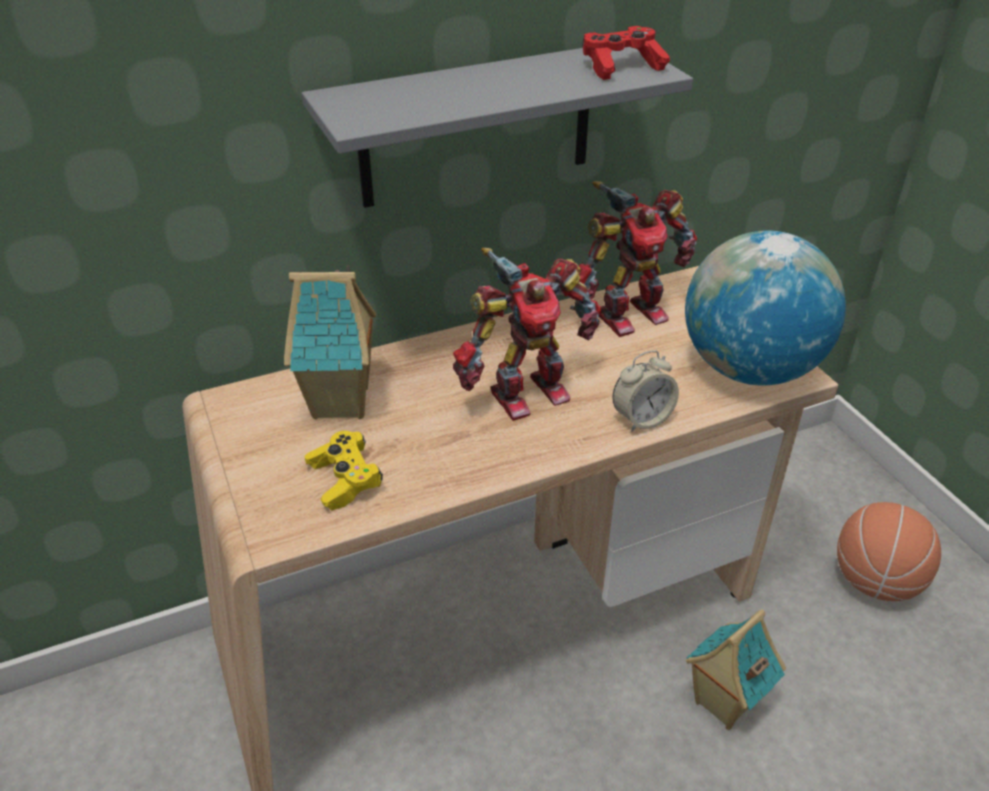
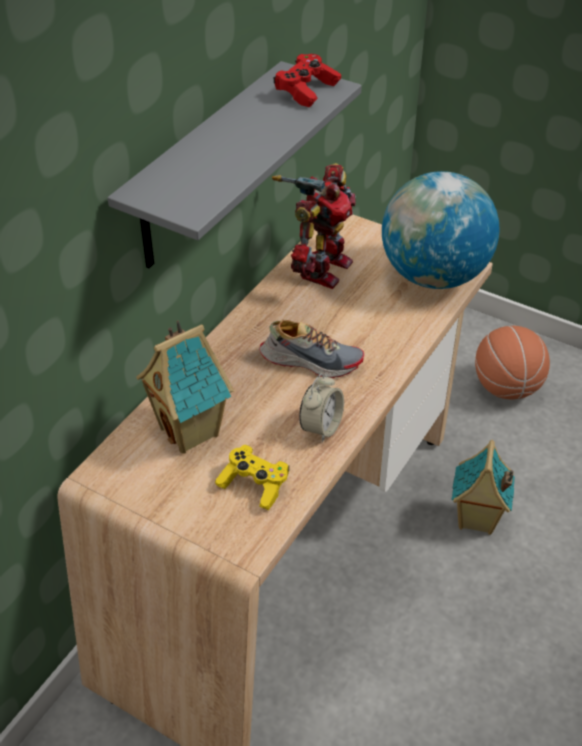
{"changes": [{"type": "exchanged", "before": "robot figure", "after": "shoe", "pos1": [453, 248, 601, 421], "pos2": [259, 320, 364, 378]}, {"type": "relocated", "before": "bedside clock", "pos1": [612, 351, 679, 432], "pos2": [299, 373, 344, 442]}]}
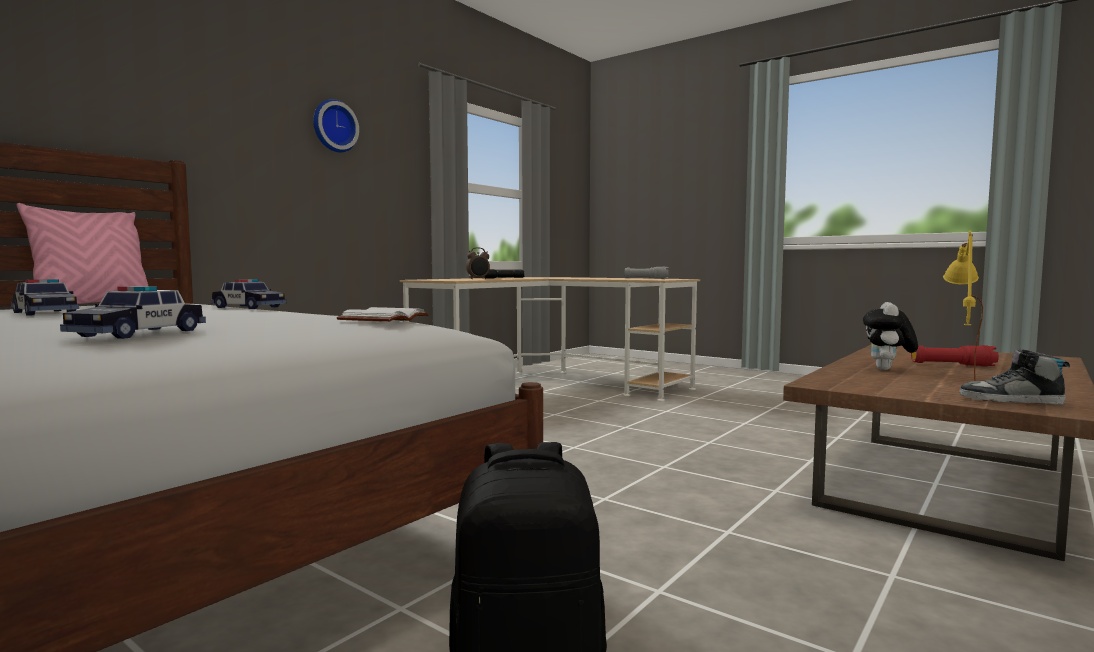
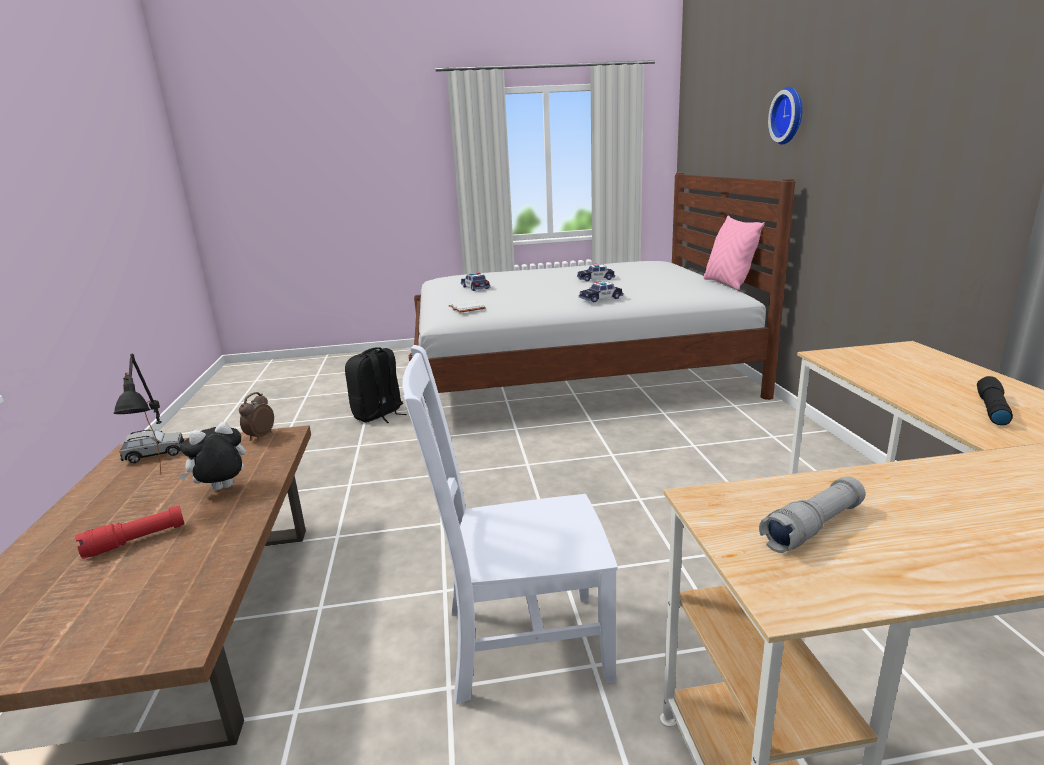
{"changes": [{"type": "relocated", "before": "clock on the wall", "pos1": [313, 99, 359, 152], "pos2": [768, 87, 802, 145]}, {"type": "relocated", "before": "bedside clock", "pos1": [466, 248, 490, 280], "pos2": [239, 392, 274, 441]}, {"type": "spun", "before": "plush toy", "pos1": [863, 302, 918, 370], "pos2": [178, 422, 246, 490], "turn": -105}, {"type": "colour", "before": "lamp for a table (yellow-coloured)", "after": "lamp for a table (black)", "pos1": [943, 230, 983, 381], "pos2": [114, 354, 162, 475]}, {"type": "exchanged", "before": "shoe", "after": "miniature car (gray)", "pos1": [960, 348, 1070, 405], "pos2": [120, 429, 184, 463]}, {"type": "appeared", "after": "plain chair (white)", "pos2": [402, 345, 618, 705]}]}
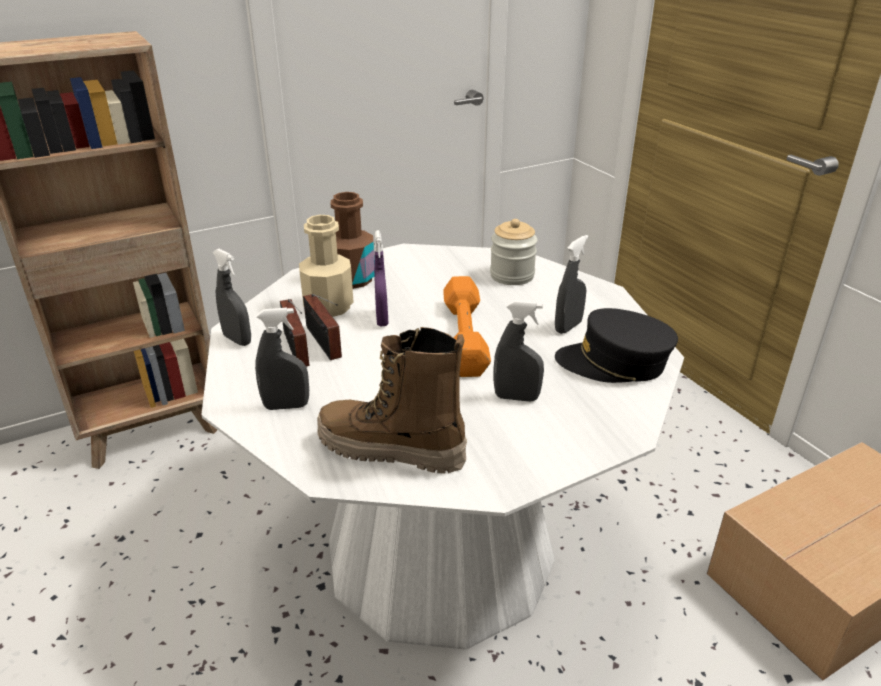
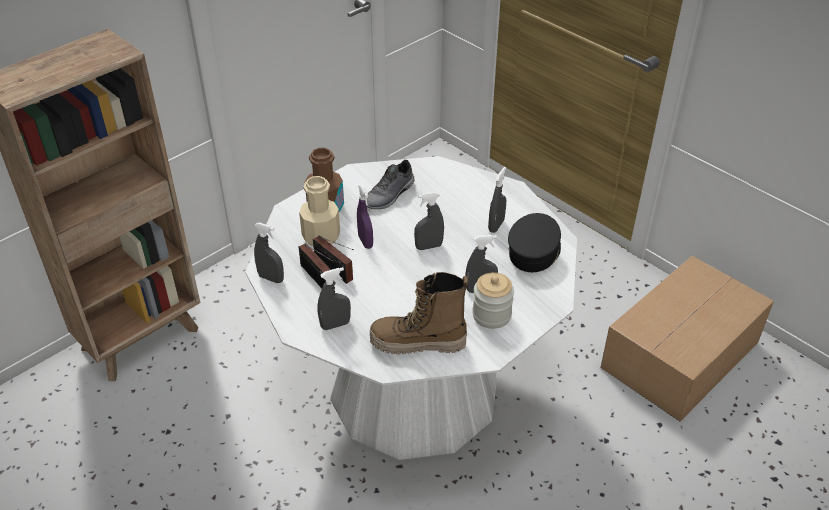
{"changes": [{"type": "exchanged", "before": "free weight (orangey)", "after": "hand sprayer (gray)", "pos1": [443, 276, 491, 377], "pos2": [414, 192, 444, 250]}, {"type": "relocated", "before": "preserve jar", "pos1": [490, 219, 538, 285], "pos2": [472, 272, 514, 329]}, {"type": "spun", "before": "baseball cap (black)", "pos1": [555, 308, 678, 383], "pos2": [508, 213, 561, 272], "turn": 120}, {"type": "appeared", "after": "shoe (gray)", "pos2": [367, 160, 414, 209]}]}
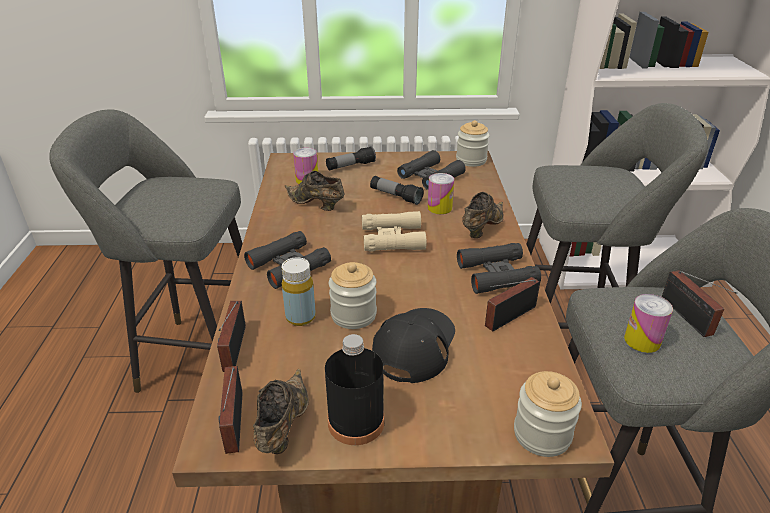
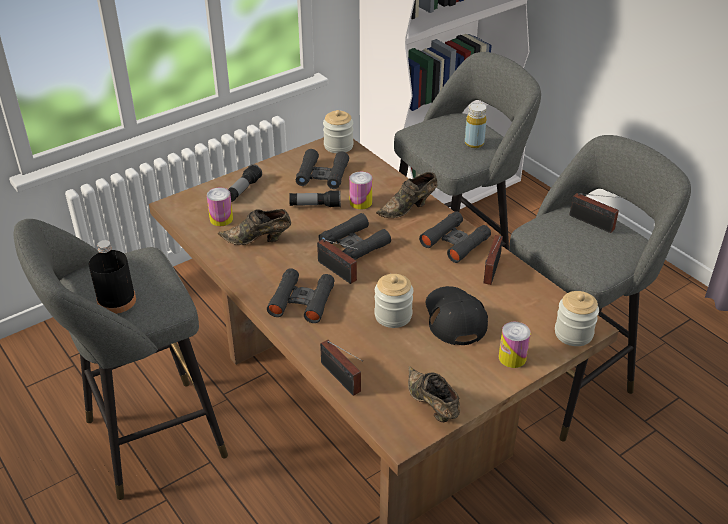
{"changes": [{"type": "relocated", "before": "radio receiver", "pos1": [219, 366, 242, 454], "pos2": [317, 239, 360, 284]}, {"type": "relocated", "before": "drink bottle (yellow-coloured)", "pos1": [282, 257, 316, 326], "pos2": [465, 103, 486, 148]}, {"type": "relocated", "before": "drink bottle (black)", "pos1": [325, 334, 385, 445], "pos2": [89, 240, 136, 314]}, {"type": "colour", "before": "pair of binoculars (beige)", "after": "pair of binoculars (black)", "pos1": [362, 211, 426, 252], "pos2": [318, 213, 391, 260]}, {"type": "spun", "before": "shoe (brown)", "pos1": [462, 192, 504, 238], "pos2": [376, 172, 437, 218], "turn": -120}, {"type": "relocated", "before": "sealed can", "pos1": [624, 294, 673, 353], "pos2": [499, 322, 531, 368]}]}
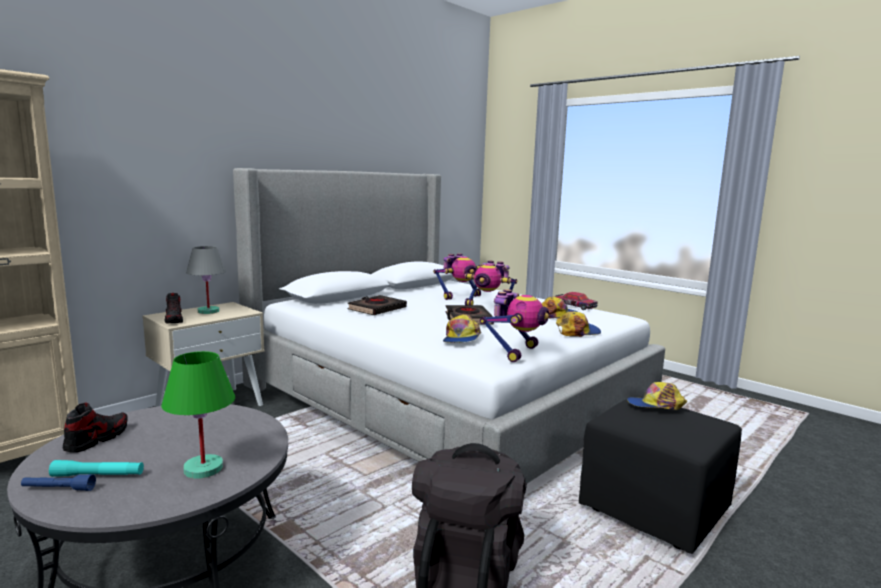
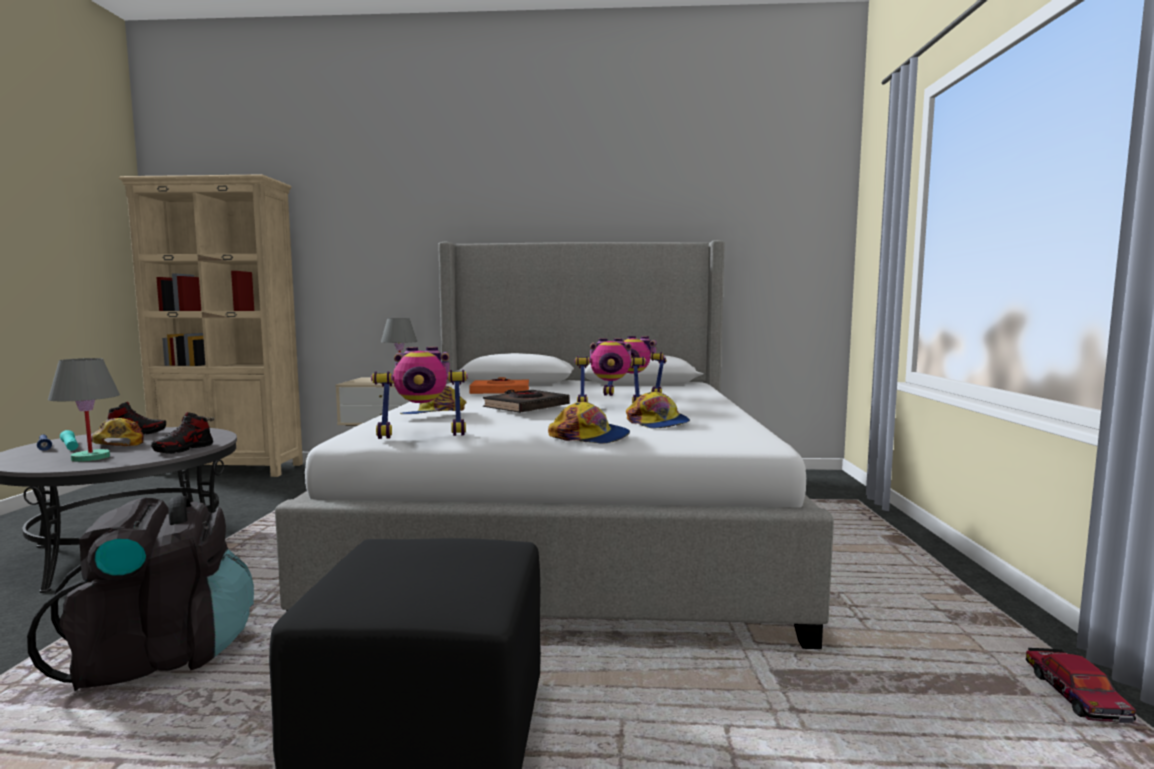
{"changes": [{"type": "colour", "before": "lamp for a table (greenish)", "after": "lamp for a table (gray)", "pos1": [161, 351, 235, 479], "pos2": [48, 358, 120, 462]}, {"type": "relocated", "before": "shoe", "pos1": [164, 293, 183, 324], "pos2": [151, 412, 213, 454]}, {"type": "colour", "before": "book (black)", "after": "book (orangey)", "pos1": [347, 295, 407, 315], "pos2": [469, 377, 529, 394]}, {"type": "spun", "before": "robot figure", "pos1": [465, 261, 517, 305], "pos2": [575, 338, 646, 403], "turn": -75}, {"type": "relocated", "before": "miniature car", "pos1": [555, 292, 598, 310], "pos2": [1026, 648, 1136, 723]}, {"type": "relocated", "before": "baseball cap", "pos1": [627, 382, 687, 410], "pos2": [91, 418, 144, 446]}]}
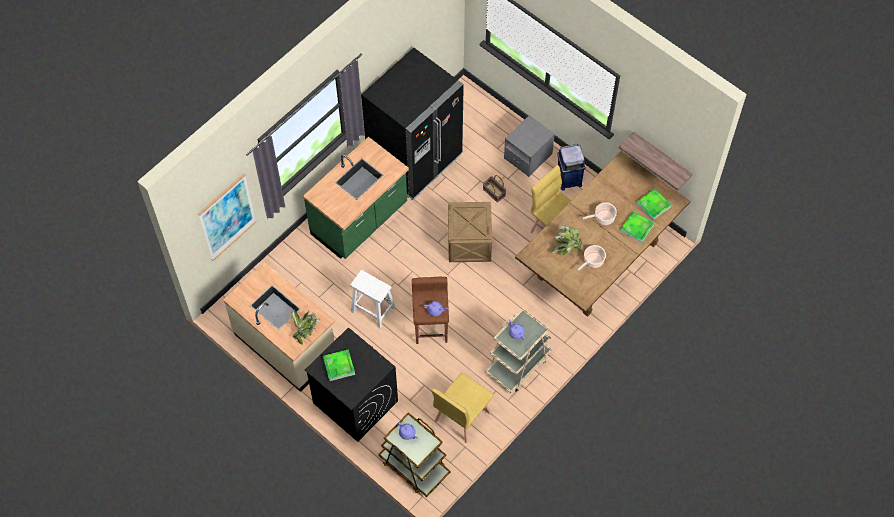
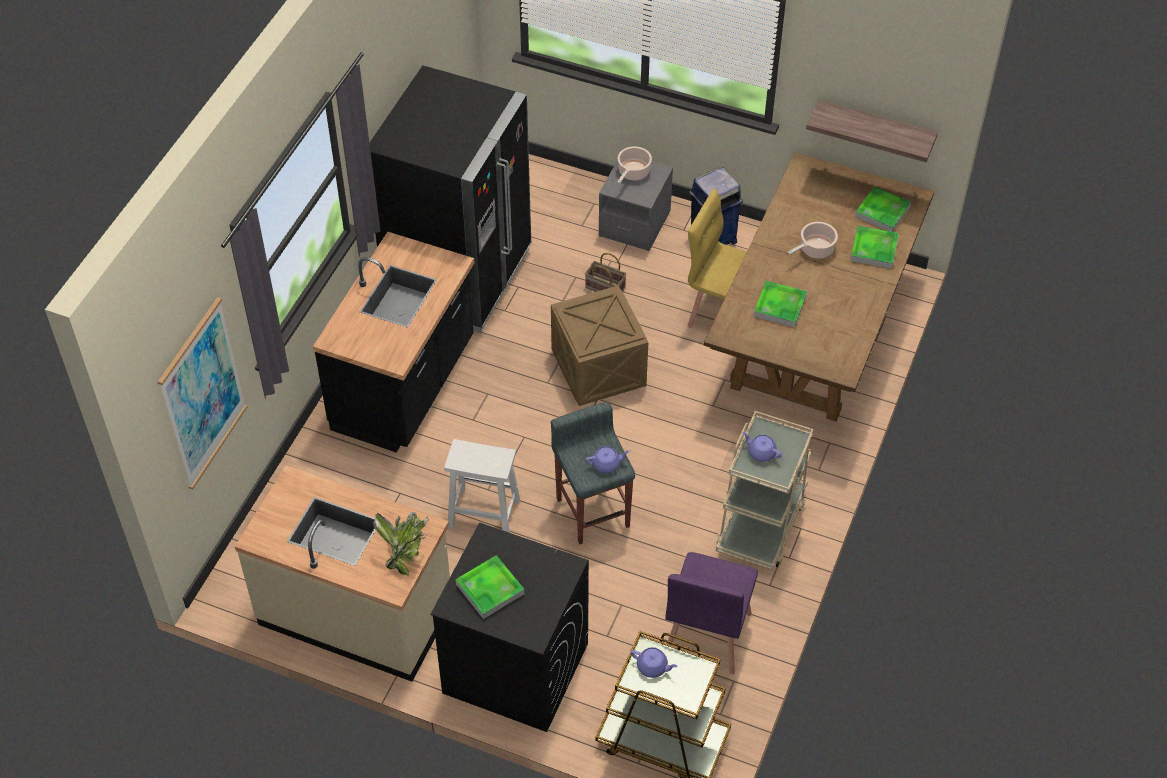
{"changes": [{"type": "colour", "before": "kitchen base unit (greenish)", "after": "kitchen base unit (black)", "pos1": [303, 137, 409, 259], "pos2": [313, 232, 474, 453]}, {"type": "colour", "before": "stool (brown)", "after": "stool (gray)", "pos1": [412, 277, 449, 344], "pos2": [551, 402, 635, 544]}, {"type": "colour", "before": "plain chair (yellow-coloured)", "after": "plain chair (purple-coloured)", "pos1": [432, 373, 494, 443], "pos2": [666, 552, 758, 674]}, {"type": "exchanged", "before": "potted plant", "after": "serving tray", "pos1": [551, 226, 582, 256], "pos2": [754, 281, 807, 327]}, {"type": "relocated", "before": "stockpot", "pos1": [577, 245, 606, 271], "pos2": [617, 146, 652, 183]}]}
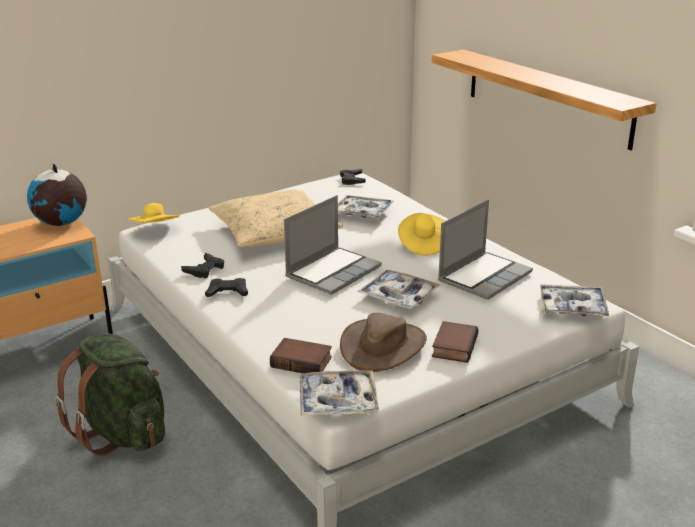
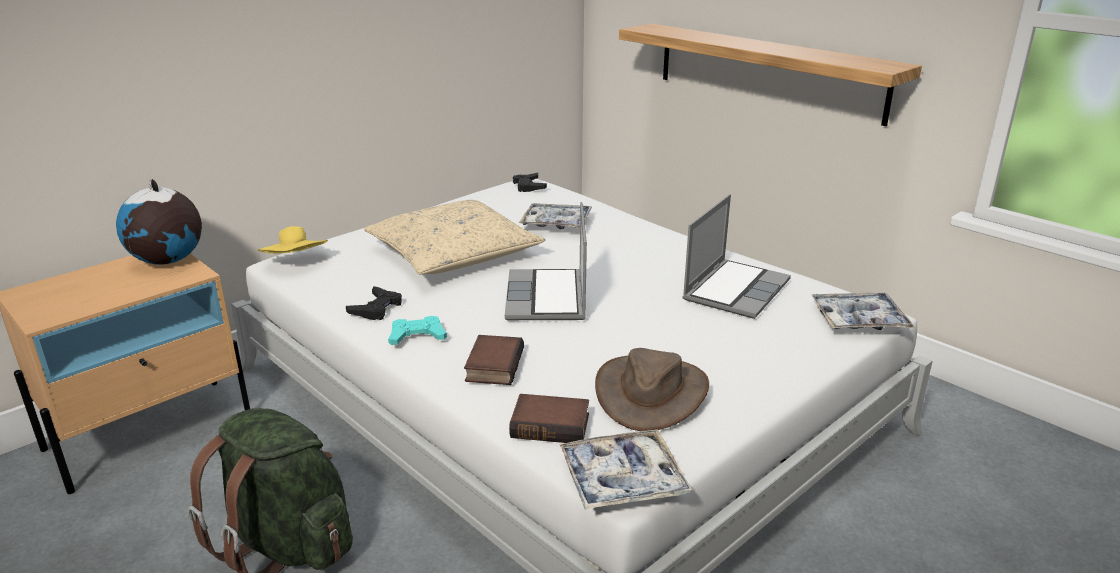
{"changes": [{"type": "colour", "before": "joypad (black)", "after": "joypad (blue-green)", "pos1": [205, 278, 248, 297], "pos2": [388, 316, 447, 345]}, {"type": "spun", "before": "portable computer", "pos1": [284, 195, 382, 295], "pos2": [505, 202, 587, 320], "turn": 150}, {"type": "missing", "before": "serving tray", "pos1": [358, 270, 440, 309]}, {"type": "missing", "before": "clothing hat (yellow-coloured)", "pos1": [398, 213, 445, 256]}, {"type": "relocated", "before": "book", "pos1": [432, 321, 478, 363], "pos2": [464, 335, 524, 385]}]}
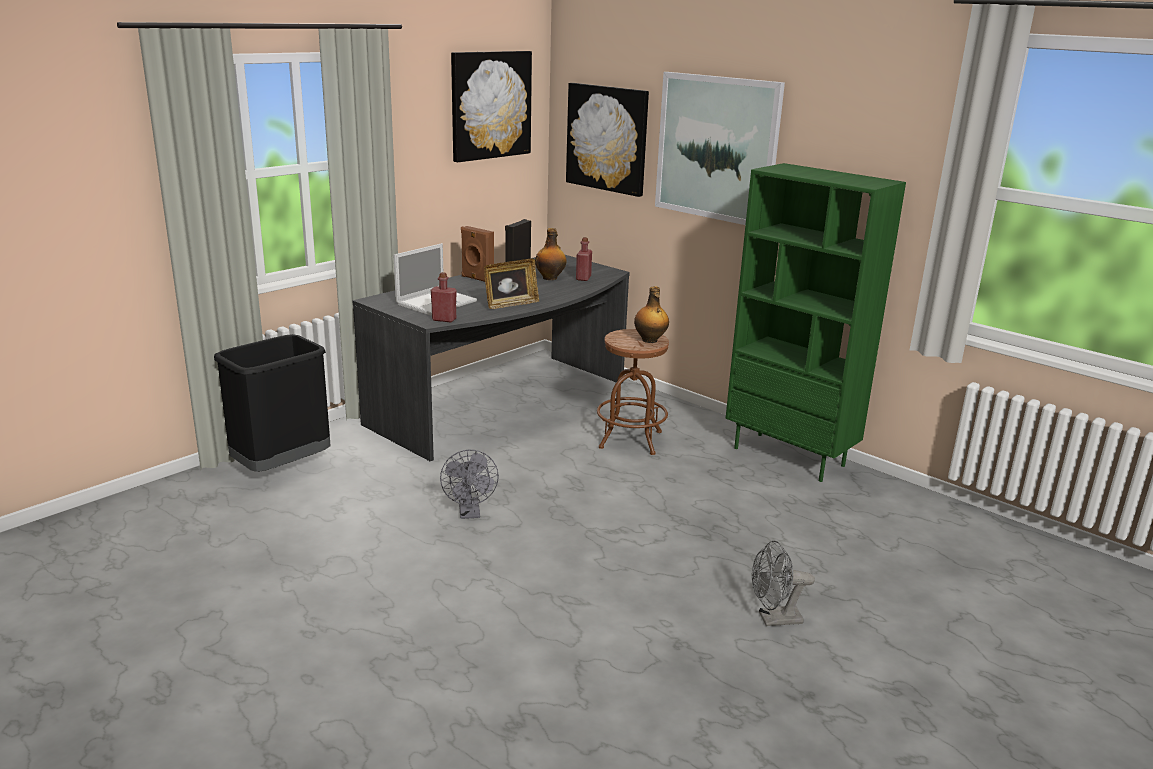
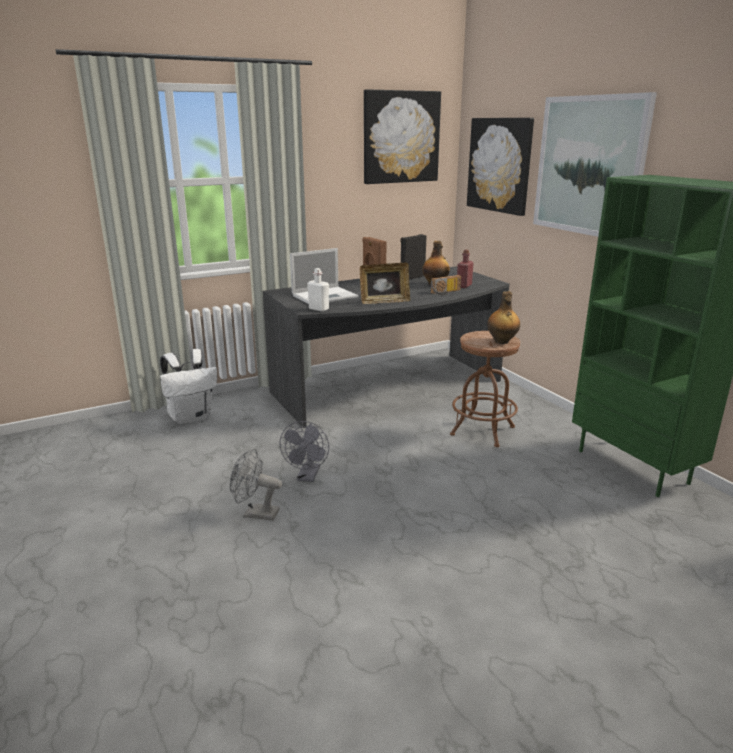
{"changes": [{"type": "exchanged", "before": "rubbish bin (black)", "after": "backpack (white)", "pos1": [214, 334, 331, 472], "pos2": [160, 349, 217, 424]}, {"type": "colour", "before": "drink bottle (red)", "after": "drink bottle (white)", "pos1": [431, 272, 457, 322], "pos2": [307, 268, 329, 312]}, {"type": "relocated", "before": "cooling fan (gray)", "pos1": [752, 540, 815, 626], "pos2": [230, 449, 282, 521]}, {"type": "appeared", "after": "radio receiver", "pos2": [431, 275, 461, 295]}]}
